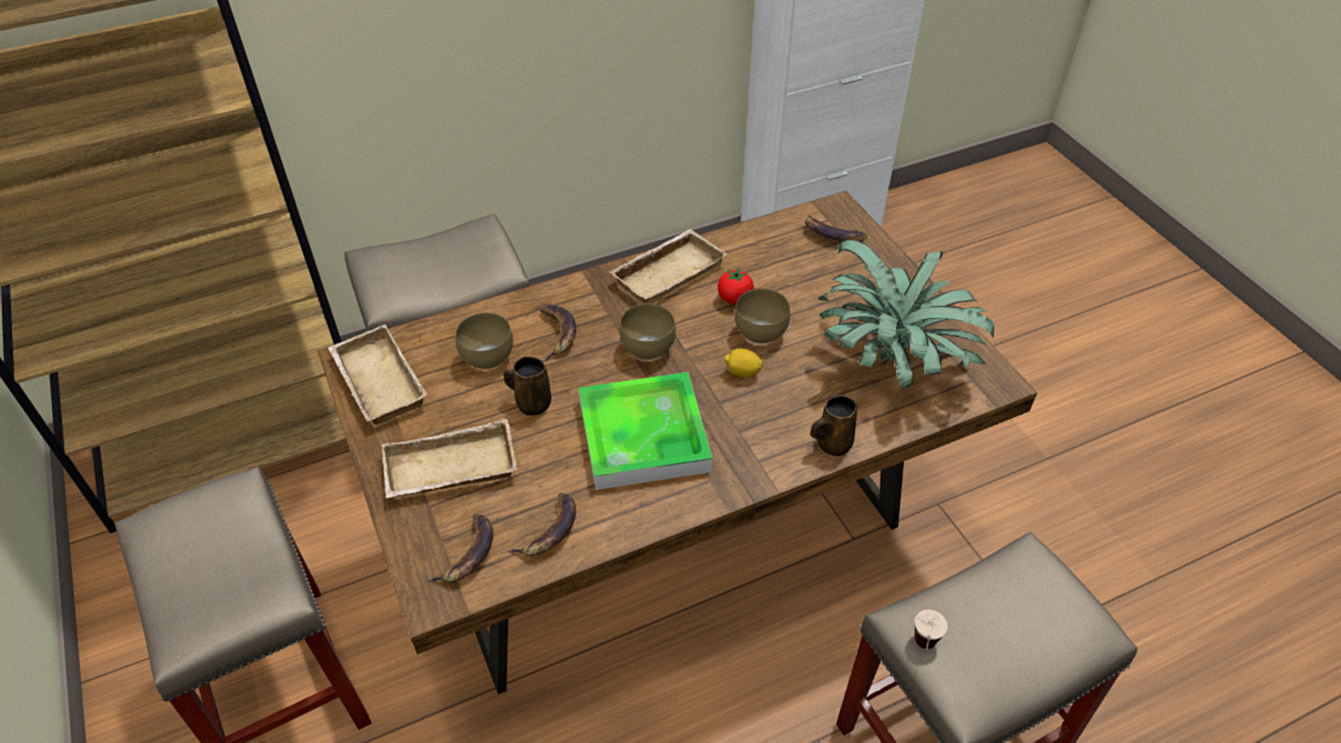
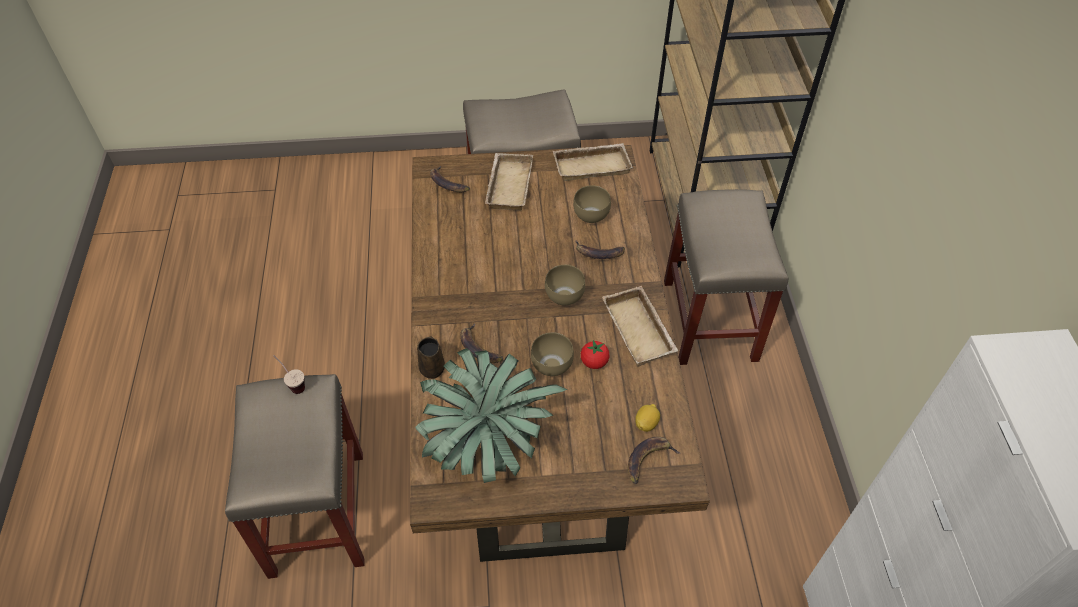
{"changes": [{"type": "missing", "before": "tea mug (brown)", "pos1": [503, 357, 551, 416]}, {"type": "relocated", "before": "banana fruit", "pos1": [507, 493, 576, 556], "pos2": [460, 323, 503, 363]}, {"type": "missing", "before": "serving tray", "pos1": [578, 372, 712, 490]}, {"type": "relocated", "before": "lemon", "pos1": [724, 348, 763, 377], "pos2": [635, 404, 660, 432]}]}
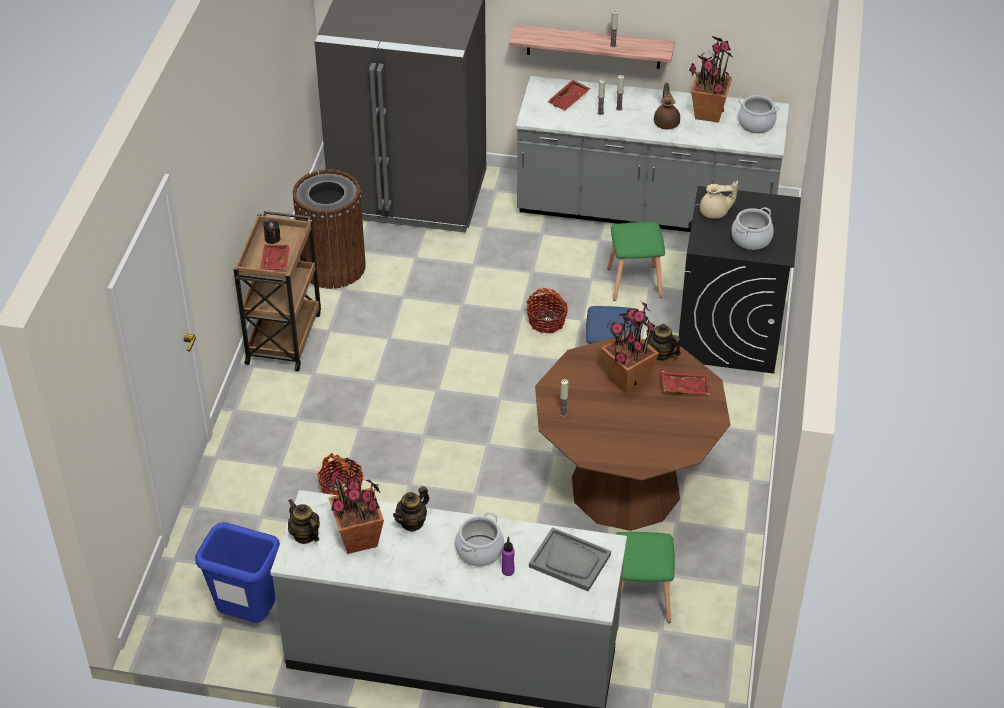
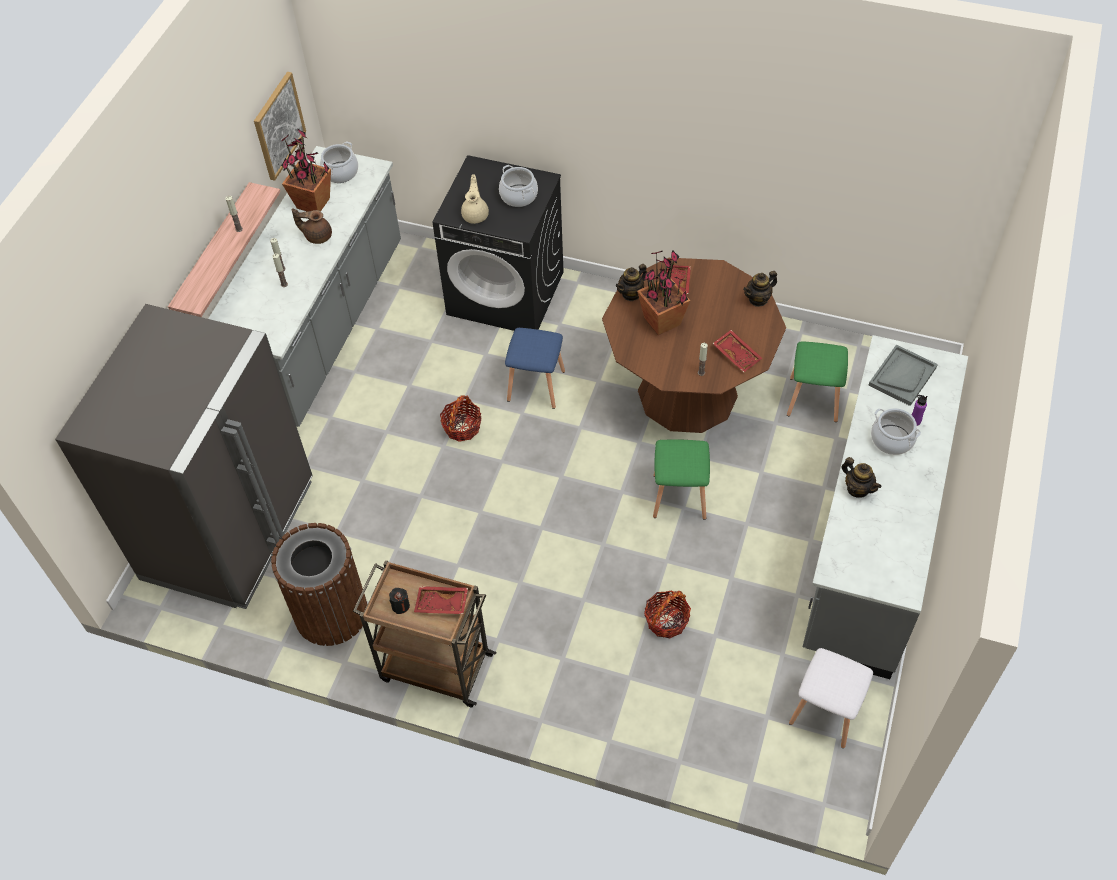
{"changes": [{"type": "exchanged", "before": "rubbish bin (blue)", "after": "stool (white)", "pos1": [195, 522, 280, 623], "pos2": [789, 648, 873, 748]}, {"type": "relocated", "before": "tea pot", "pos1": [288, 499, 320, 544], "pos2": [743, 271, 777, 307]}, {"type": "missing", "before": "potted plant", "pos1": [329, 457, 384, 554]}, {"type": "relocated", "before": "serving tray (red)", "pos1": [547, 80, 591, 110], "pos2": [712, 330, 762, 372]}, {"type": "relocated", "before": "stool (greenish)", "pos1": [607, 222, 665, 301], "pos2": [653, 440, 710, 520]}, {"type": "appeared", "after": "picture", "pos2": [254, 72, 306, 181]}]}
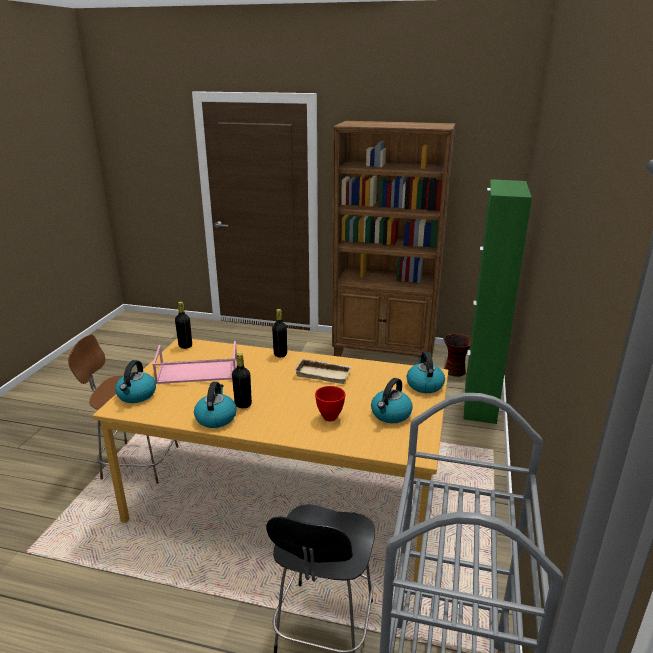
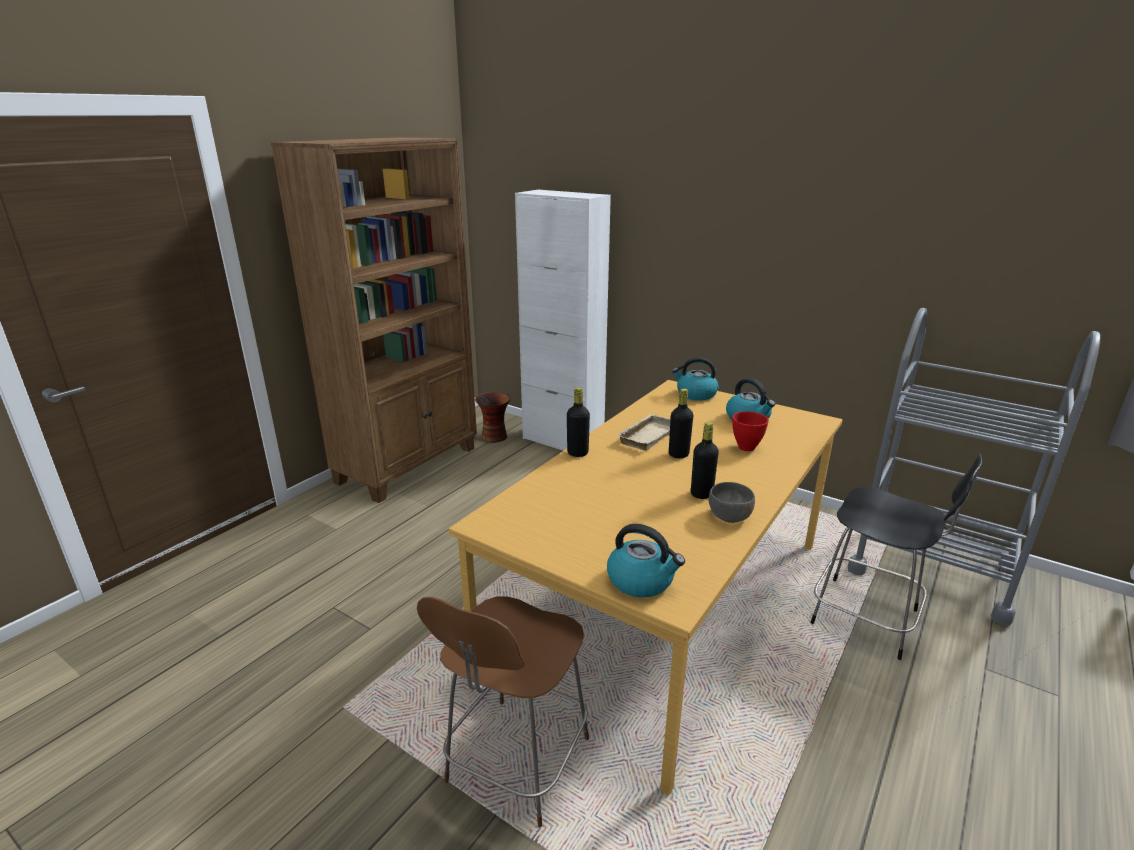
{"changes": [{"type": "missing", "before": "serving tray (pink-coloured)", "pos1": [152, 341, 237, 384]}, {"type": "relocated", "before": "drink bottle (black)", "pos1": [175, 302, 192, 349], "pos2": [669, 388, 693, 458]}, {"type": "exchanged", "before": "water kettle", "after": "serving bowl (gray)", "pos1": [194, 382, 237, 428], "pos2": [709, 482, 755, 523]}, {"type": "colour", "before": "storage cabinet (greenish)", "after": "storage cabinet (white)", "pos1": [463, 179, 532, 424], "pos2": [515, 190, 611, 451]}]}
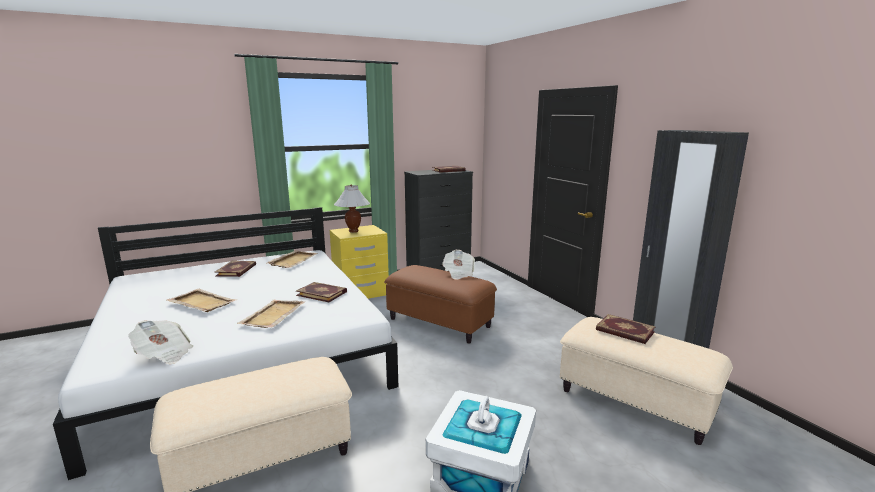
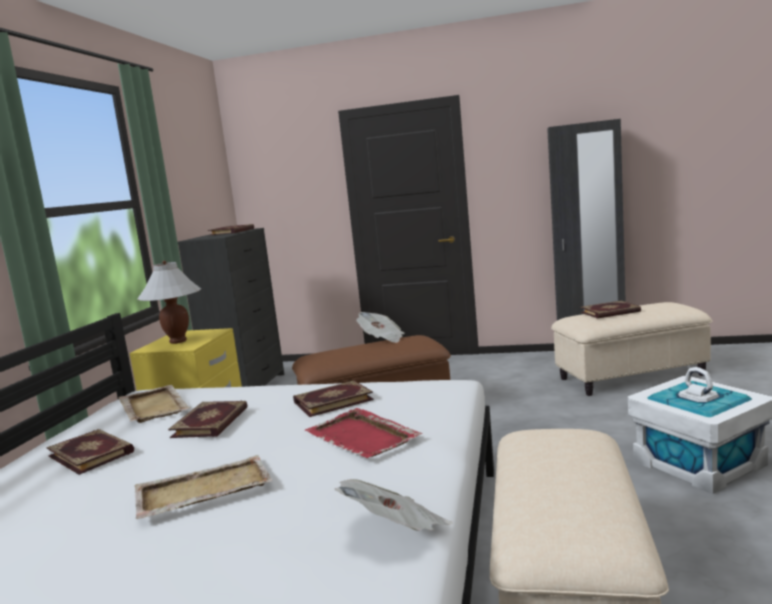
{"changes": [{"type": "colour", "before": "serving tray (beige)", "after": "serving tray (red)", "pos1": [237, 300, 306, 328], "pos2": [304, 408, 422, 458]}, {"type": "appeared", "after": "book", "pos2": [168, 400, 248, 438]}]}
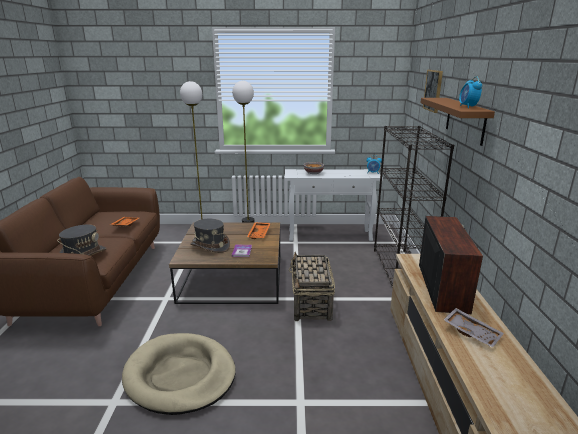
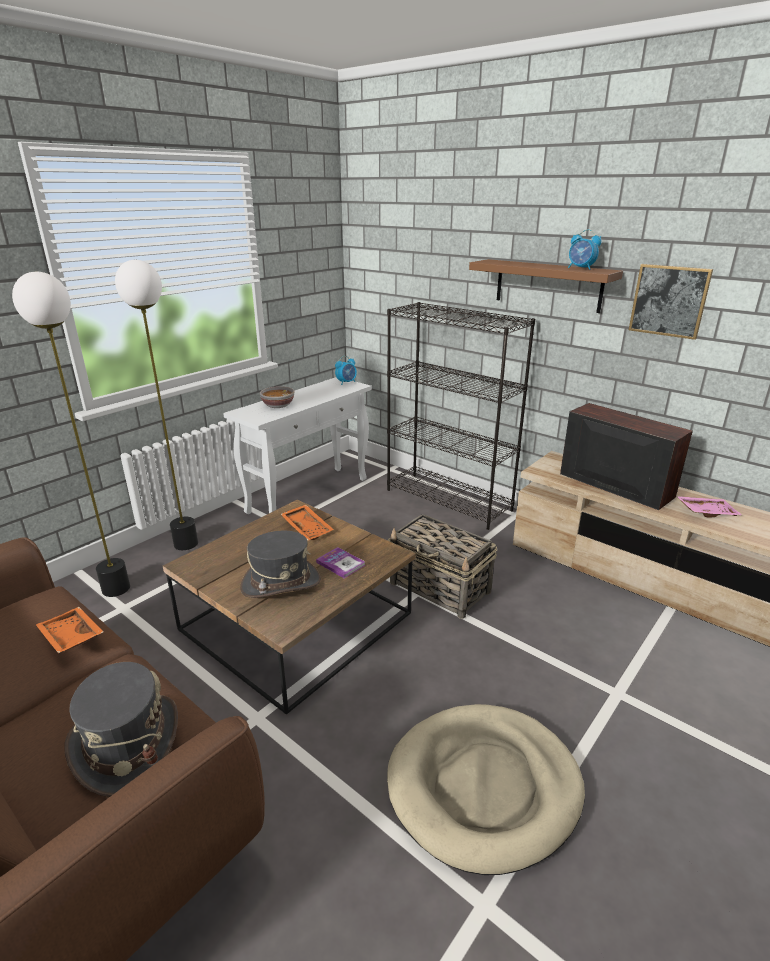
{"changes": [{"type": "relocated", "before": "picture", "pos1": [423, 70, 443, 113], "pos2": [629, 264, 713, 340]}, {"type": "colour", "before": "serving tray (gray)", "after": "serving tray (pink-coloured)", "pos1": [444, 308, 504, 348], "pos2": [677, 496, 743, 517]}]}
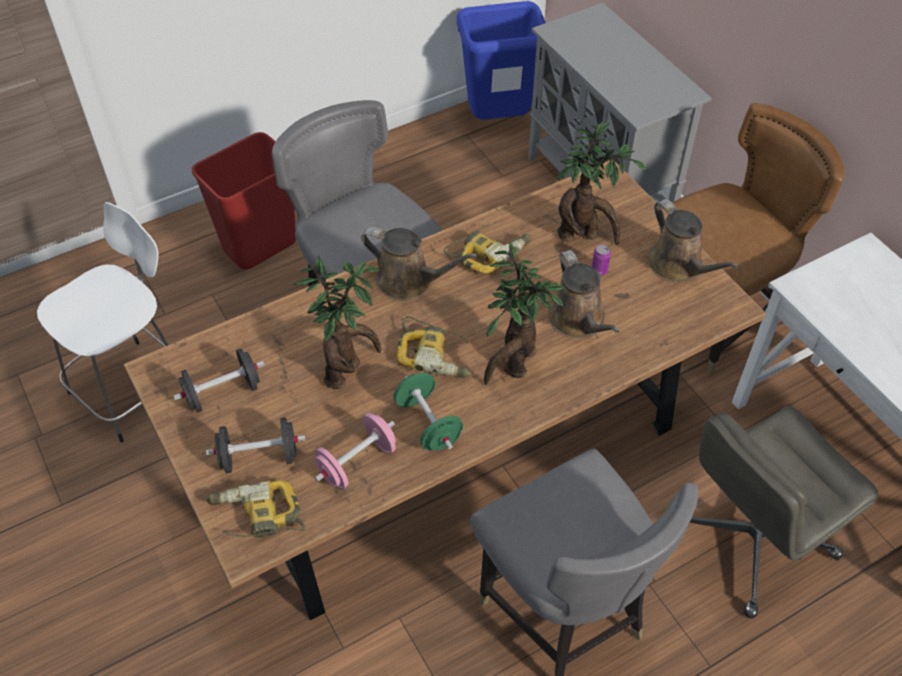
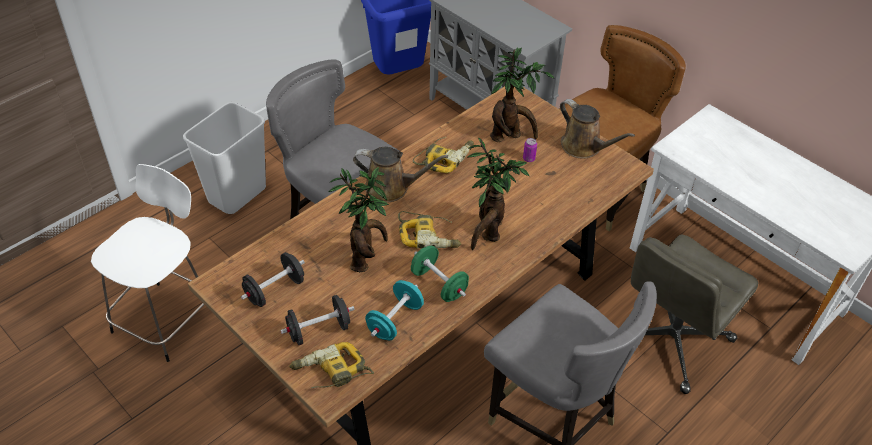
{"changes": [{"type": "colour", "before": "rubbish bin (red)", "after": "rubbish bin (white)", "pos1": [192, 132, 296, 270], "pos2": [183, 102, 266, 214]}, {"type": "colour", "before": "free weight (pink-coloured)", "after": "free weight (blue-green)", "pos1": [314, 413, 396, 489], "pos2": [365, 280, 424, 340]}, {"type": "missing", "before": "watering can (brown)", "pos1": [548, 250, 619, 338]}]}
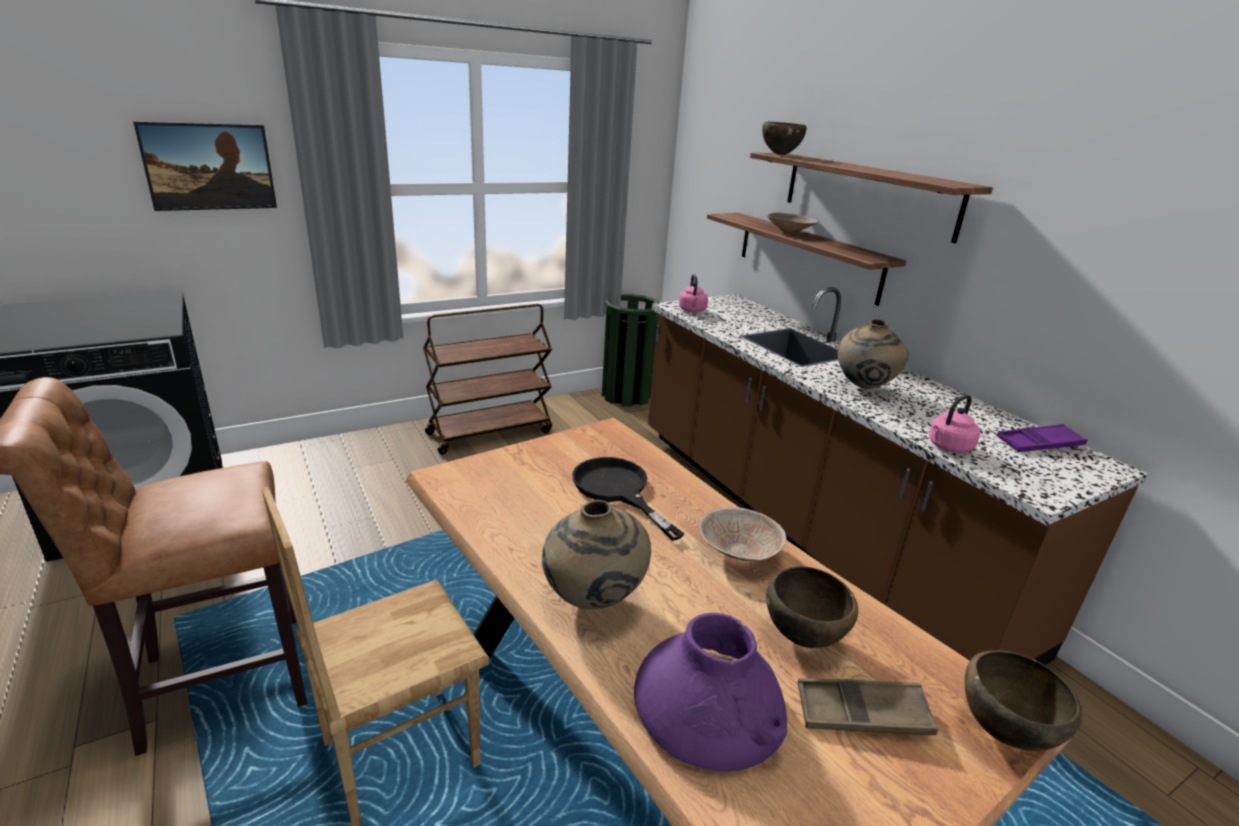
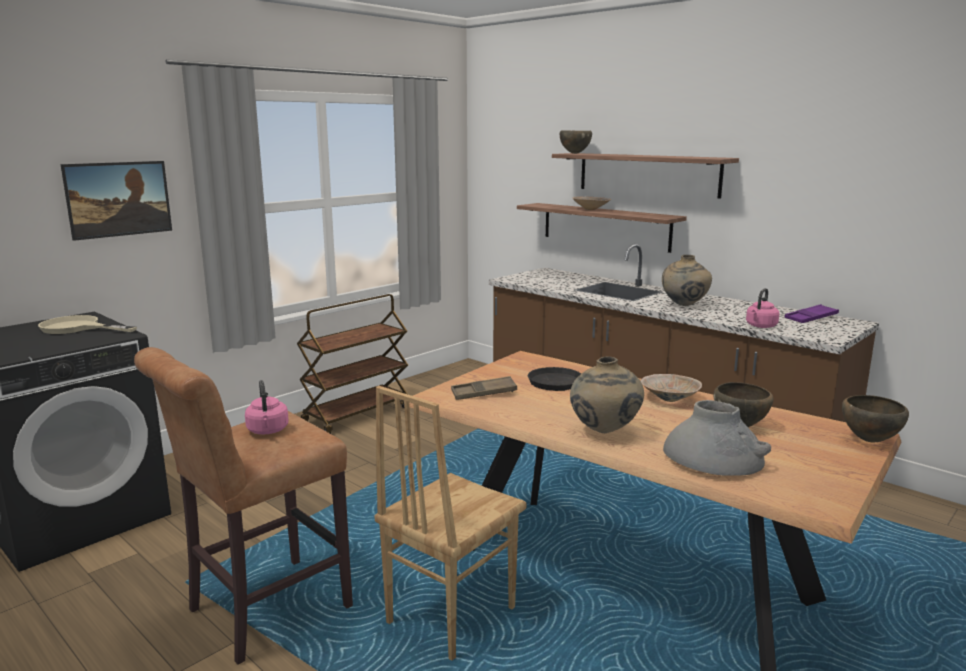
{"changes": [{"type": "missing", "before": "rubbish bin (greenish)", "pos1": [602, 294, 660, 407]}, {"type": "colour", "before": "vase (purple-coloured)", "after": "vase (gray)", "pos1": [634, 613, 787, 772], "pos2": [663, 400, 771, 476]}, {"type": "relocated", "before": "water kettle (pink-coloured)", "pos1": [679, 274, 708, 312], "pos2": [245, 380, 289, 434]}, {"type": "relocated", "before": "serving tray (brown)", "pos1": [798, 678, 938, 735], "pos2": [451, 376, 517, 400]}, {"type": "appeared", "after": "skillet (beige)", "pos2": [38, 315, 137, 334]}]}
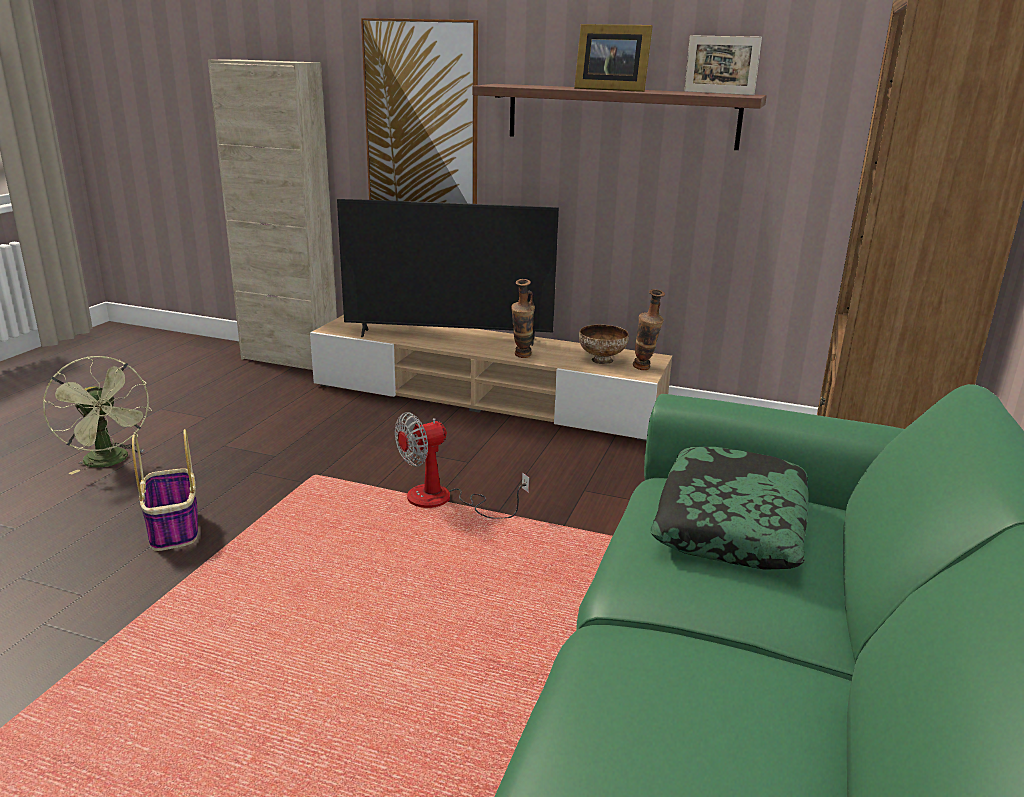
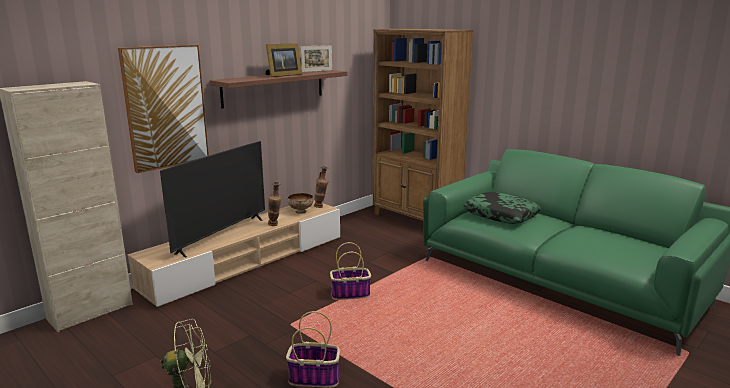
{"changes": [{"type": "exchanged", "before": "cooling fan", "after": "storage basket", "pos1": [395, 412, 529, 519], "pos2": [330, 242, 371, 300]}]}
